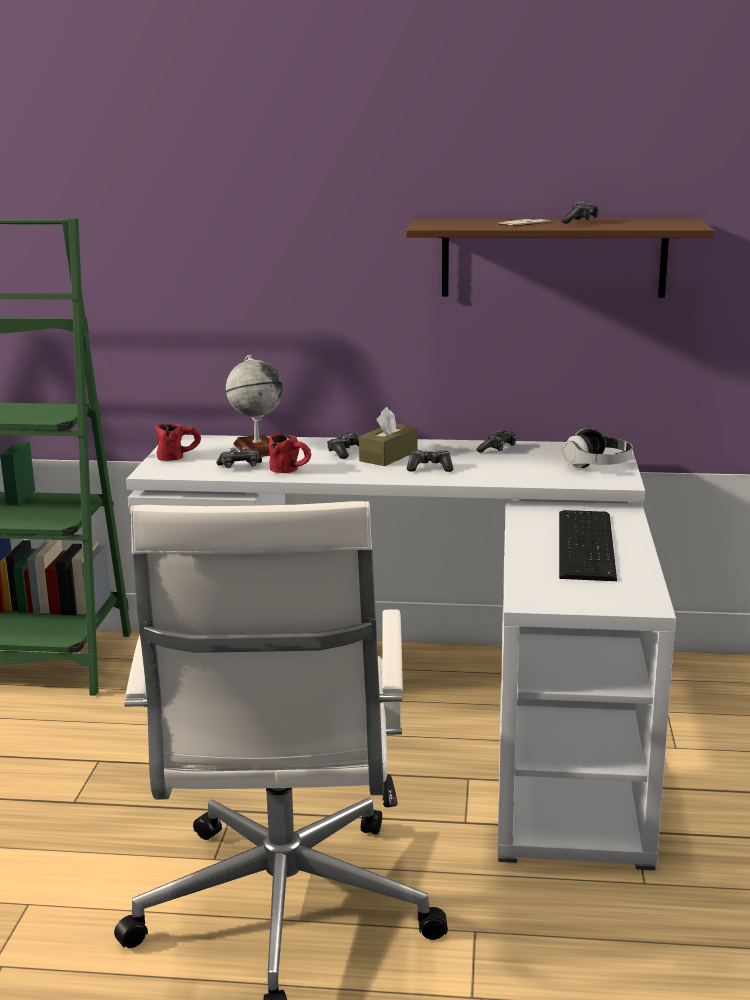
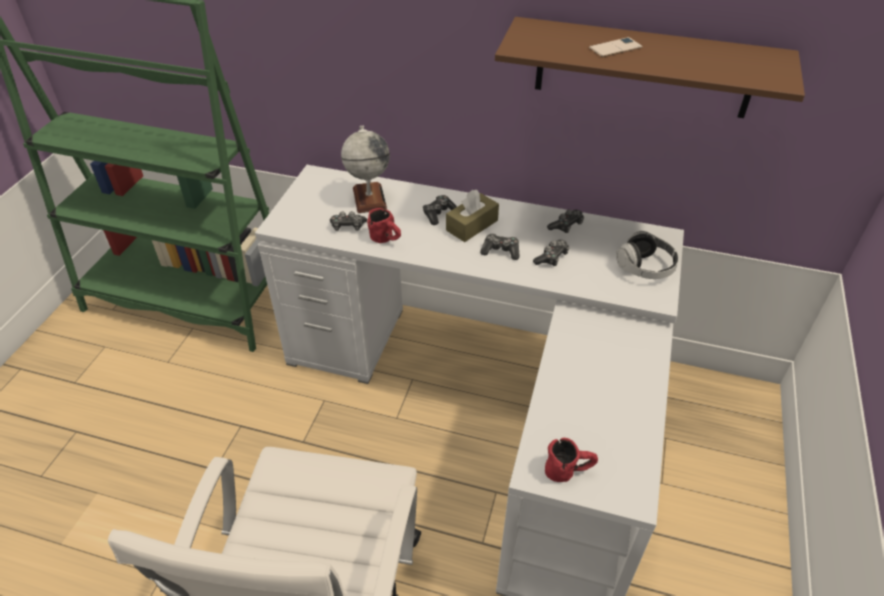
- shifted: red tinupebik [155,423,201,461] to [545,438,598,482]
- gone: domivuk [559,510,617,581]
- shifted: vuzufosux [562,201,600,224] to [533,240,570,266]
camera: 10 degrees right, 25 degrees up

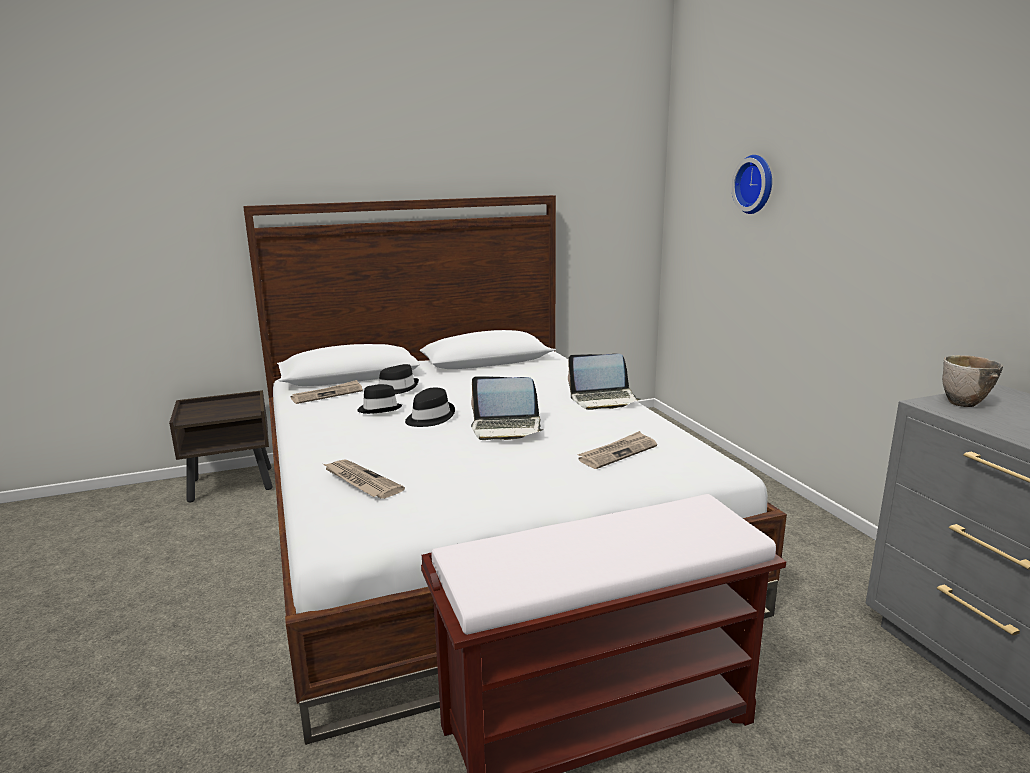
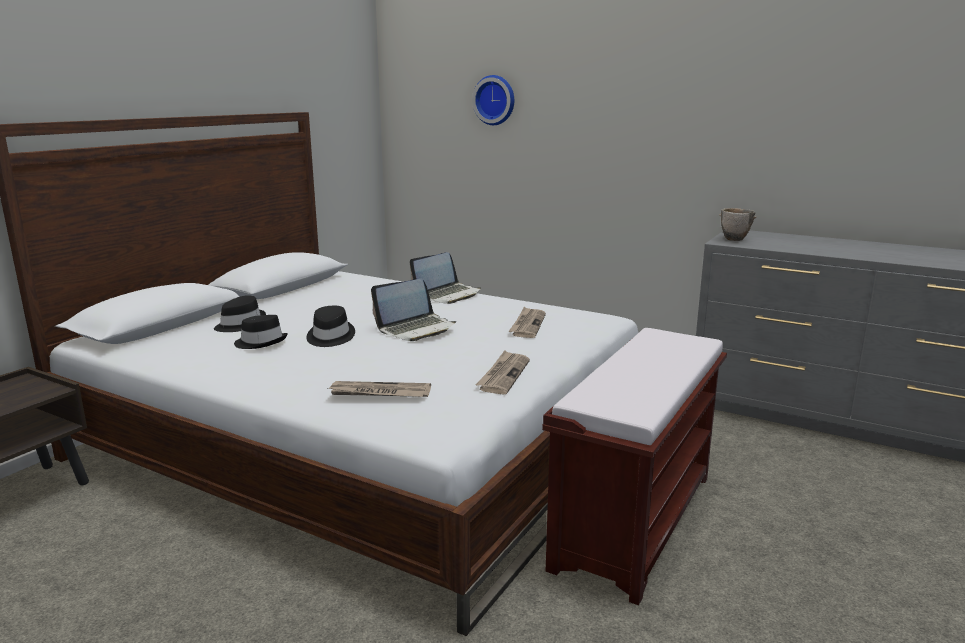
- shifted: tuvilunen [290,380,363,404] to [476,350,530,394]
camera: 40 degrees left, 0 degrees up

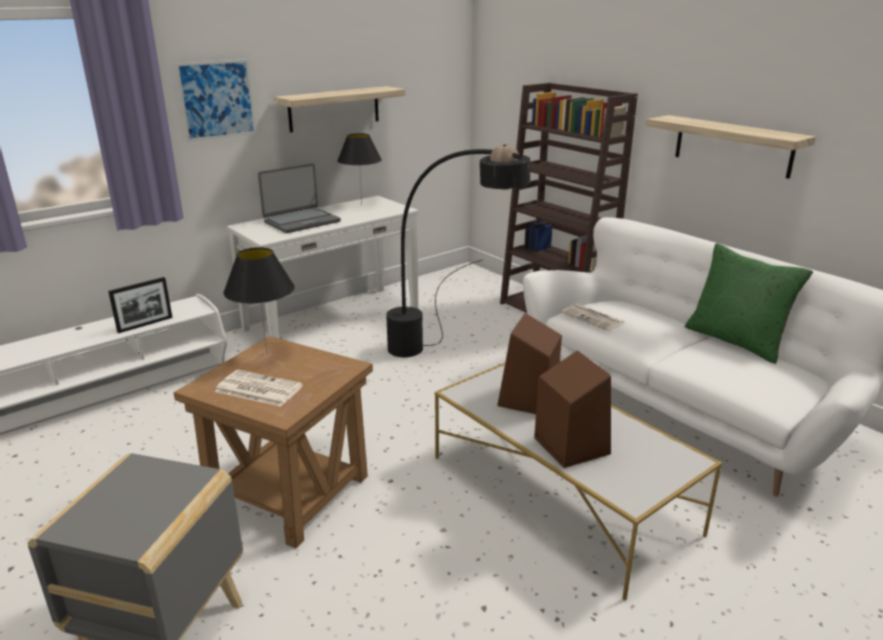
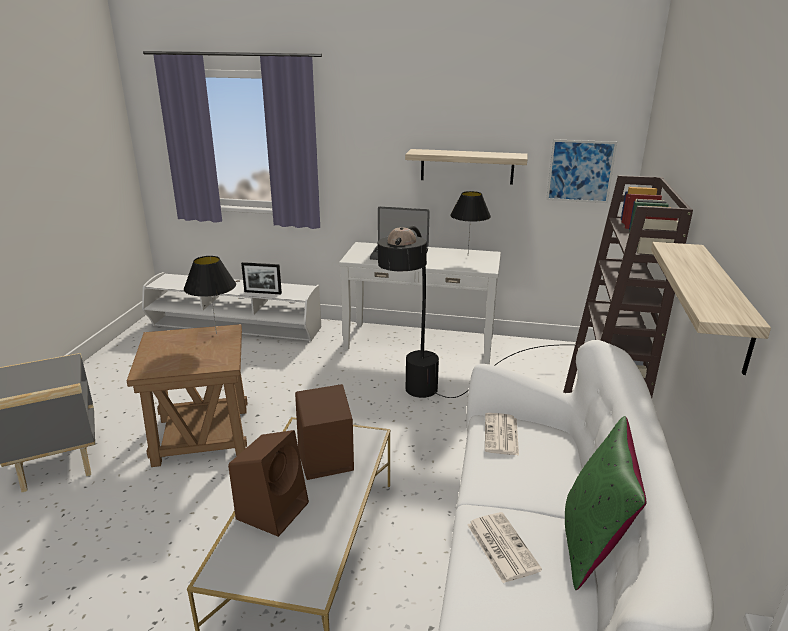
- shifted: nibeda [175,59,256,142] to [546,139,617,203]
- shifted: tuvilunen [215,370,303,407] to [467,512,542,583]
camera: 50 degrees right, 0 degrees up

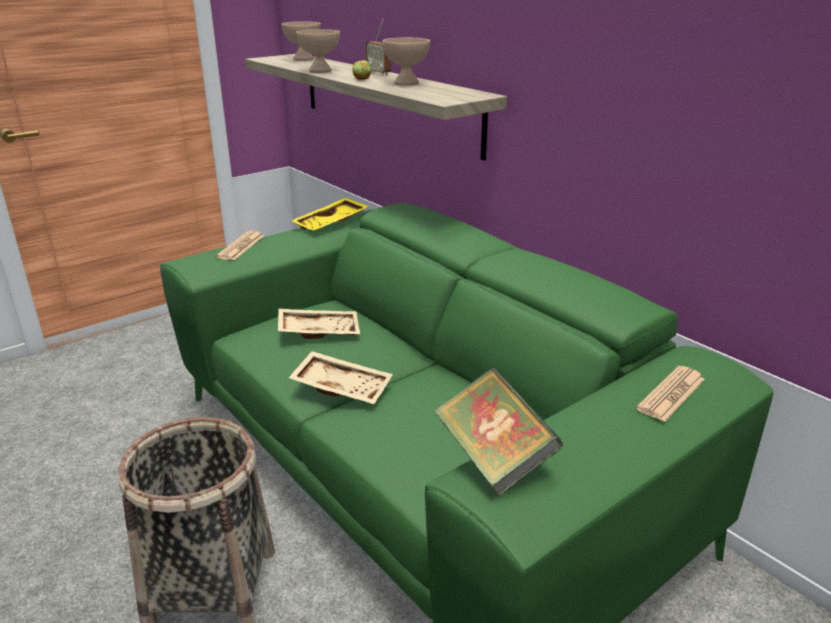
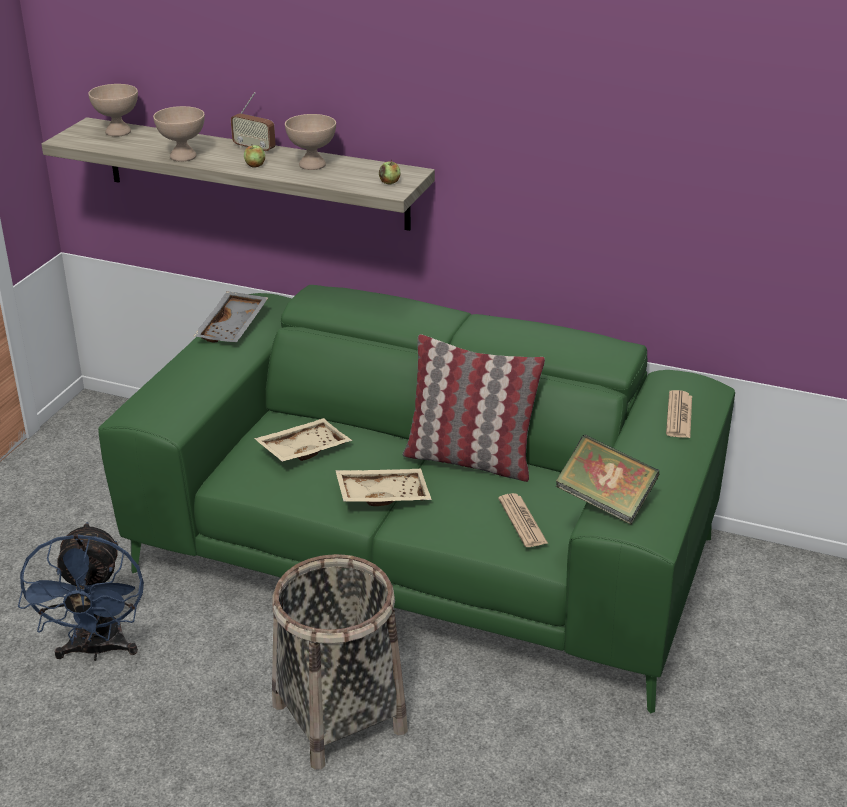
- shifted: tuvilunen [216,231,264,260] to [498,493,548,547]
- repainted: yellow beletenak [292,198,369,231] to grey beletenak [194,291,269,343]
- new: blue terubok [18,522,144,661]
- new: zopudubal [379,159,401,184]
- new: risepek [402,334,545,482]
camera: 30 degrees left, 5 degrees up

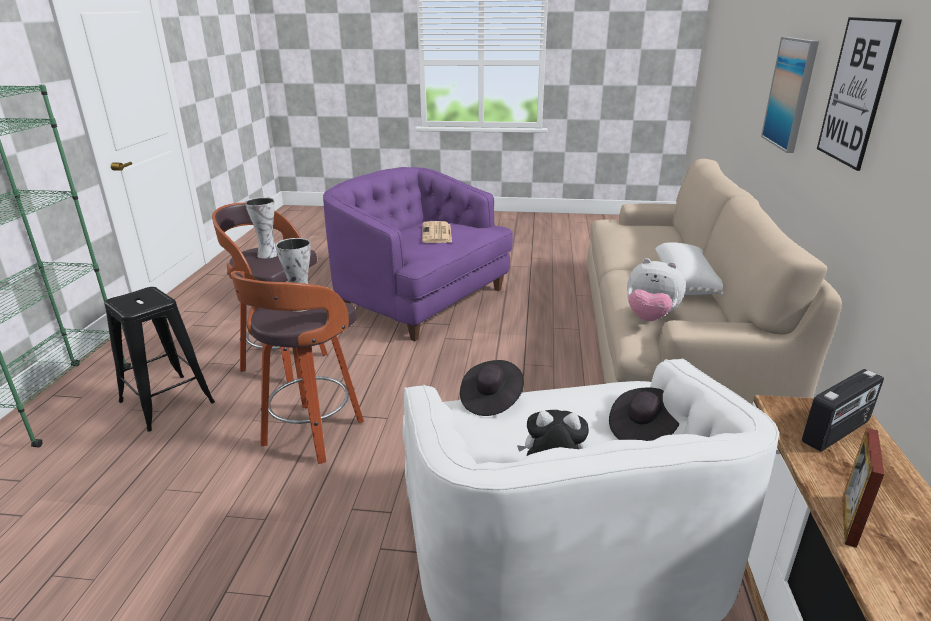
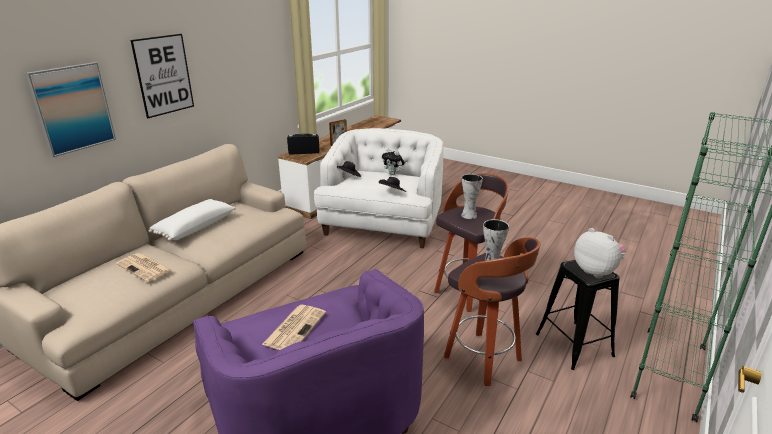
- shifted: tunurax [627,258,685,321] to [574,228,626,278]
- new: tuvilunen [116,253,172,282]
camera: 155 degrees left, 0 degrees up

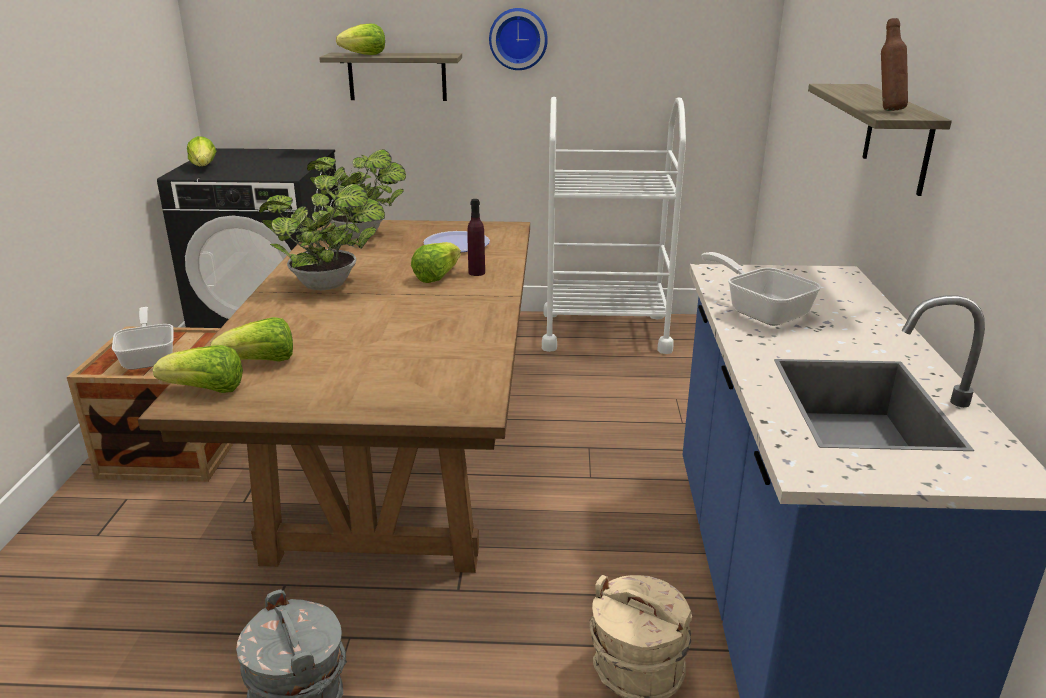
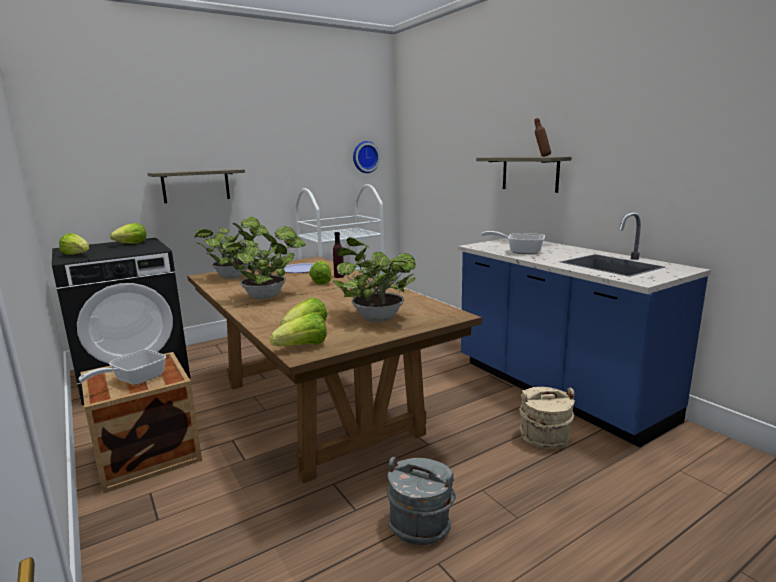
- rotated: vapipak [112,307,174,370] = [78,350,166,385] 90 degrees counterclockwise
- shifted: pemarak [336,24,385,55] to [110,223,146,244]
- shifted: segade [489,8,548,70] to [353,141,380,173]
- new: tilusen [333,237,416,322]
camera: 35 degrees left, 10 degrees down

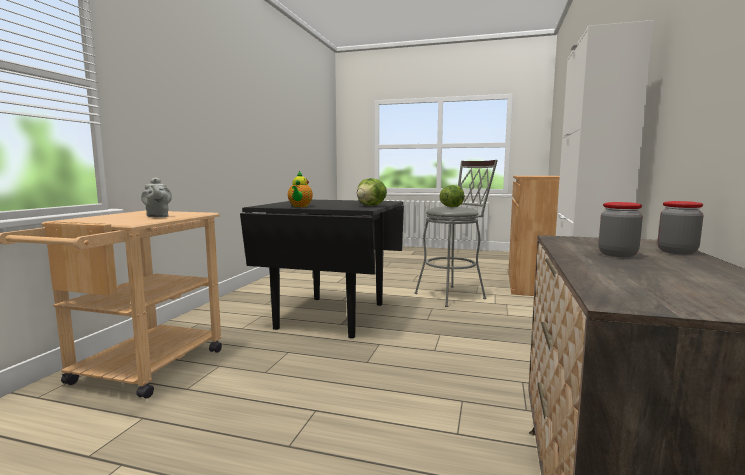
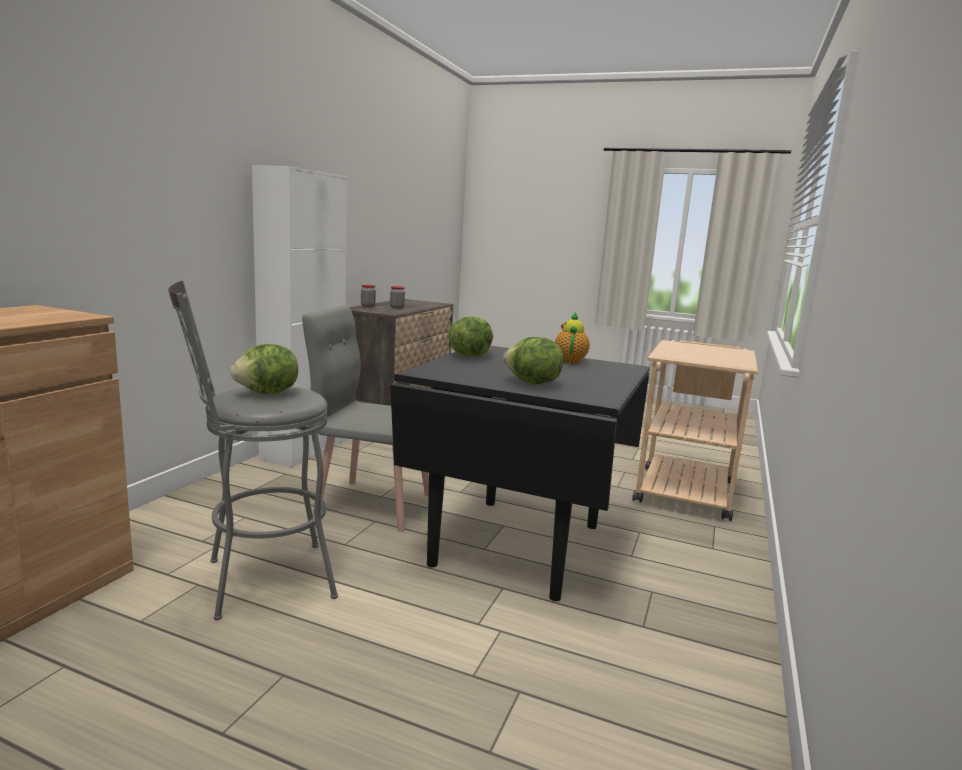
- gone: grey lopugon [141,177,172,217]
- new: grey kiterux [302,305,429,531]
- new: pemarak [503,337,563,384]
camera: 175 degrees left, 5 degrees up

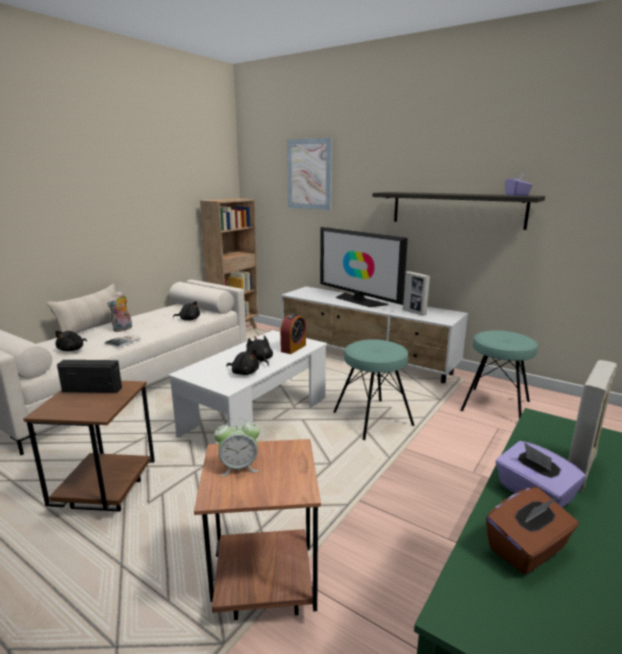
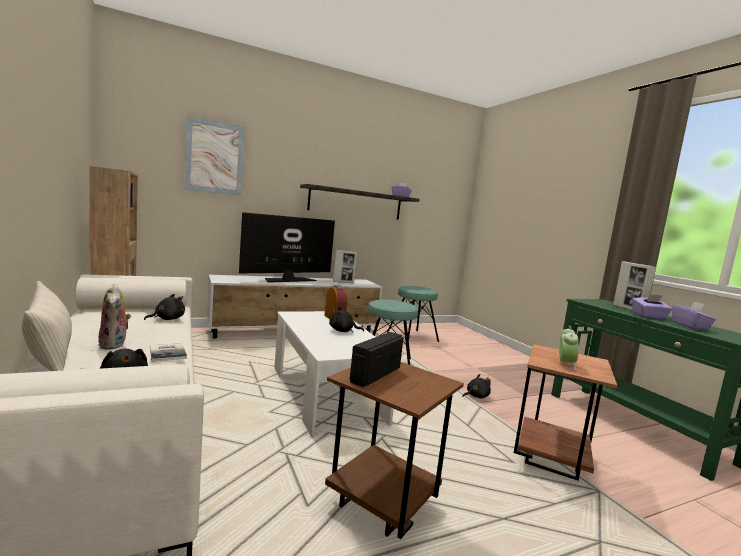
- shifted: black tunurax [226,350,259,375] to [462,374,491,399]
- rotated: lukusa [320,227,408,307] = [239,212,335,283] 150 degrees clockwise
- repainted: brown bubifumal [486,487,579,574] to purple bubifumal [672,301,716,331]
camera: 60 degrees left, 10 degrees down

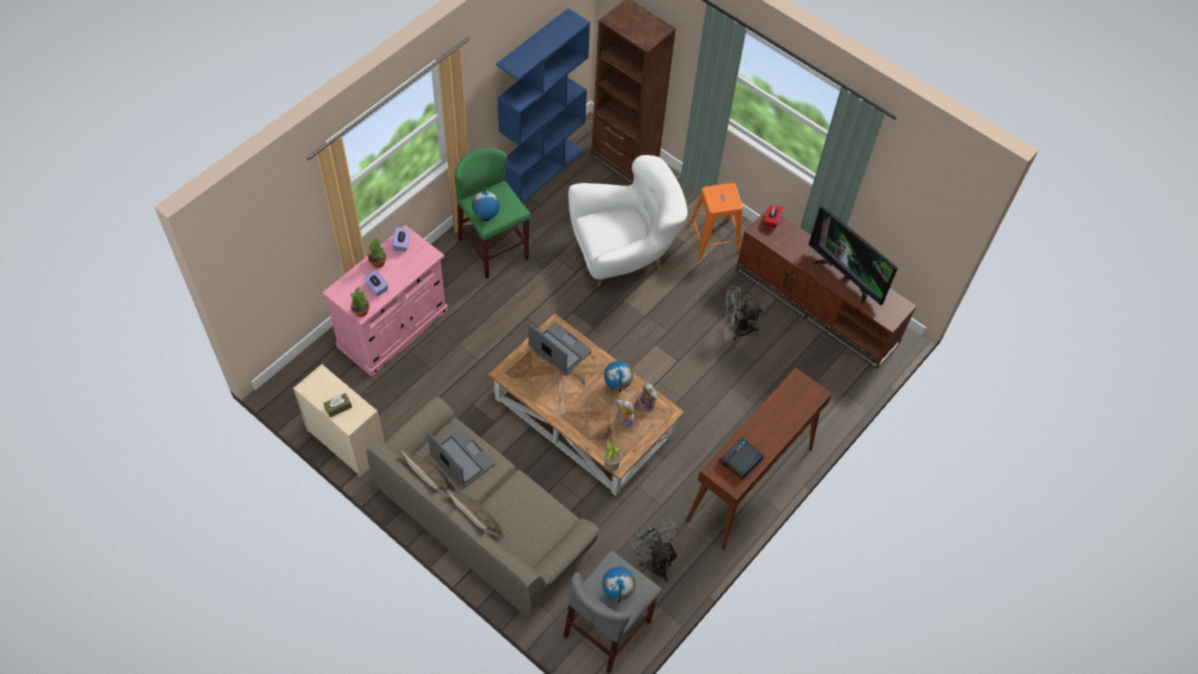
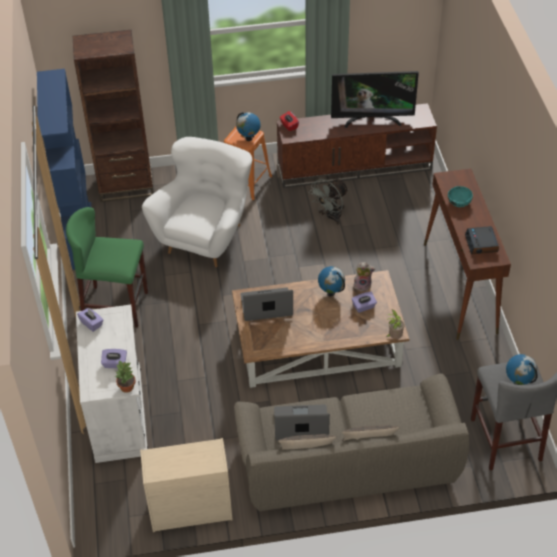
- repainted: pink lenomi [322,225,448,377] to white lenomi [76,305,148,463]
- gone: brown bubifumal [324,393,352,417]
- gone: tilusen [368,238,386,268]
- shifted: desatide [472,190,500,221] to [236,112,260,141]
- swapped: tunurax [616,400,635,427] to purple bubifumal [352,292,377,313]
- gone: grey terubok [630,518,678,582]
- new: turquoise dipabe [448,186,473,207]
camera: 45 degrees left, 10 degrees down

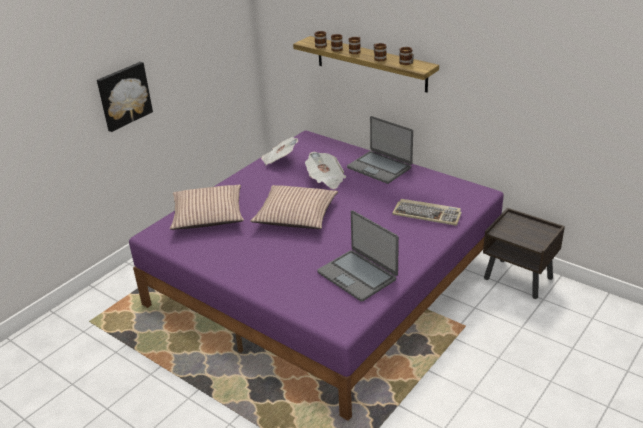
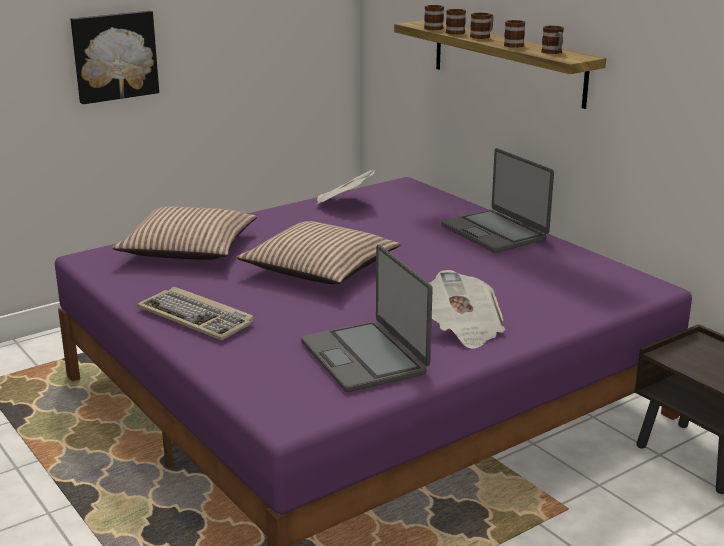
- shifted: tuvilunen [305,152,346,189] to [429,270,505,349]
- shifted: domivuk [392,199,462,226] to [137,287,254,340]
camera: 15 degrees right, 10 degrees down

